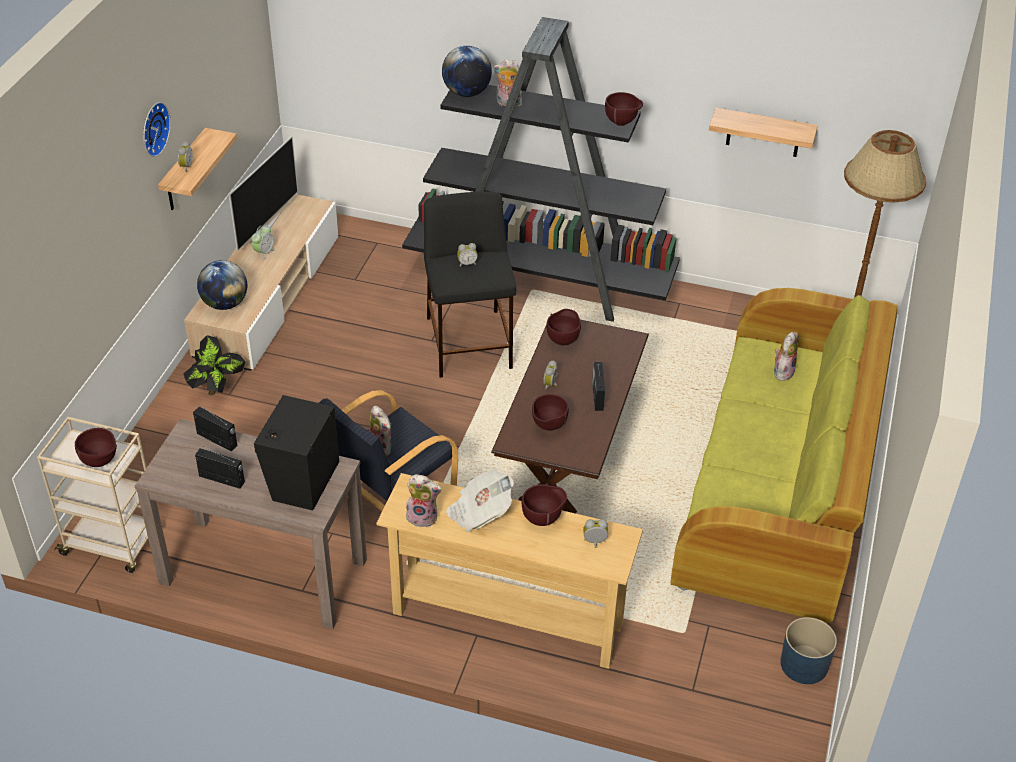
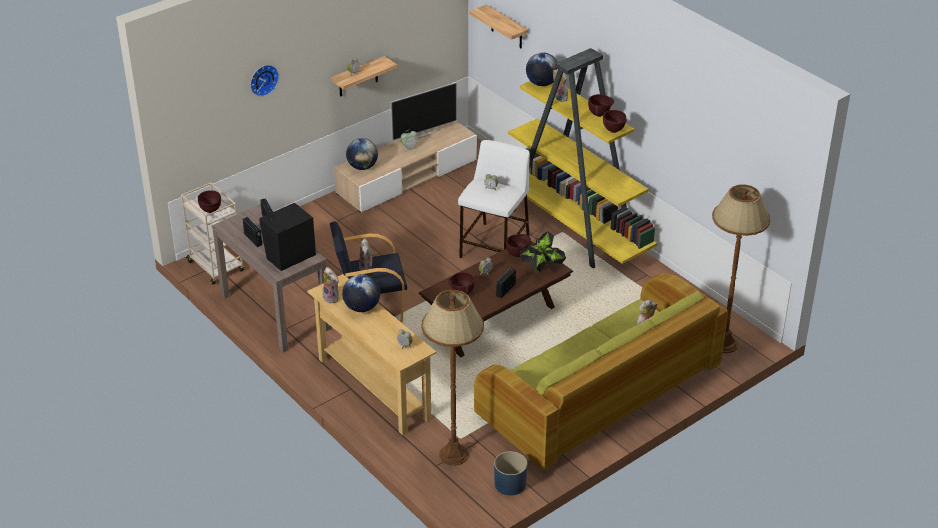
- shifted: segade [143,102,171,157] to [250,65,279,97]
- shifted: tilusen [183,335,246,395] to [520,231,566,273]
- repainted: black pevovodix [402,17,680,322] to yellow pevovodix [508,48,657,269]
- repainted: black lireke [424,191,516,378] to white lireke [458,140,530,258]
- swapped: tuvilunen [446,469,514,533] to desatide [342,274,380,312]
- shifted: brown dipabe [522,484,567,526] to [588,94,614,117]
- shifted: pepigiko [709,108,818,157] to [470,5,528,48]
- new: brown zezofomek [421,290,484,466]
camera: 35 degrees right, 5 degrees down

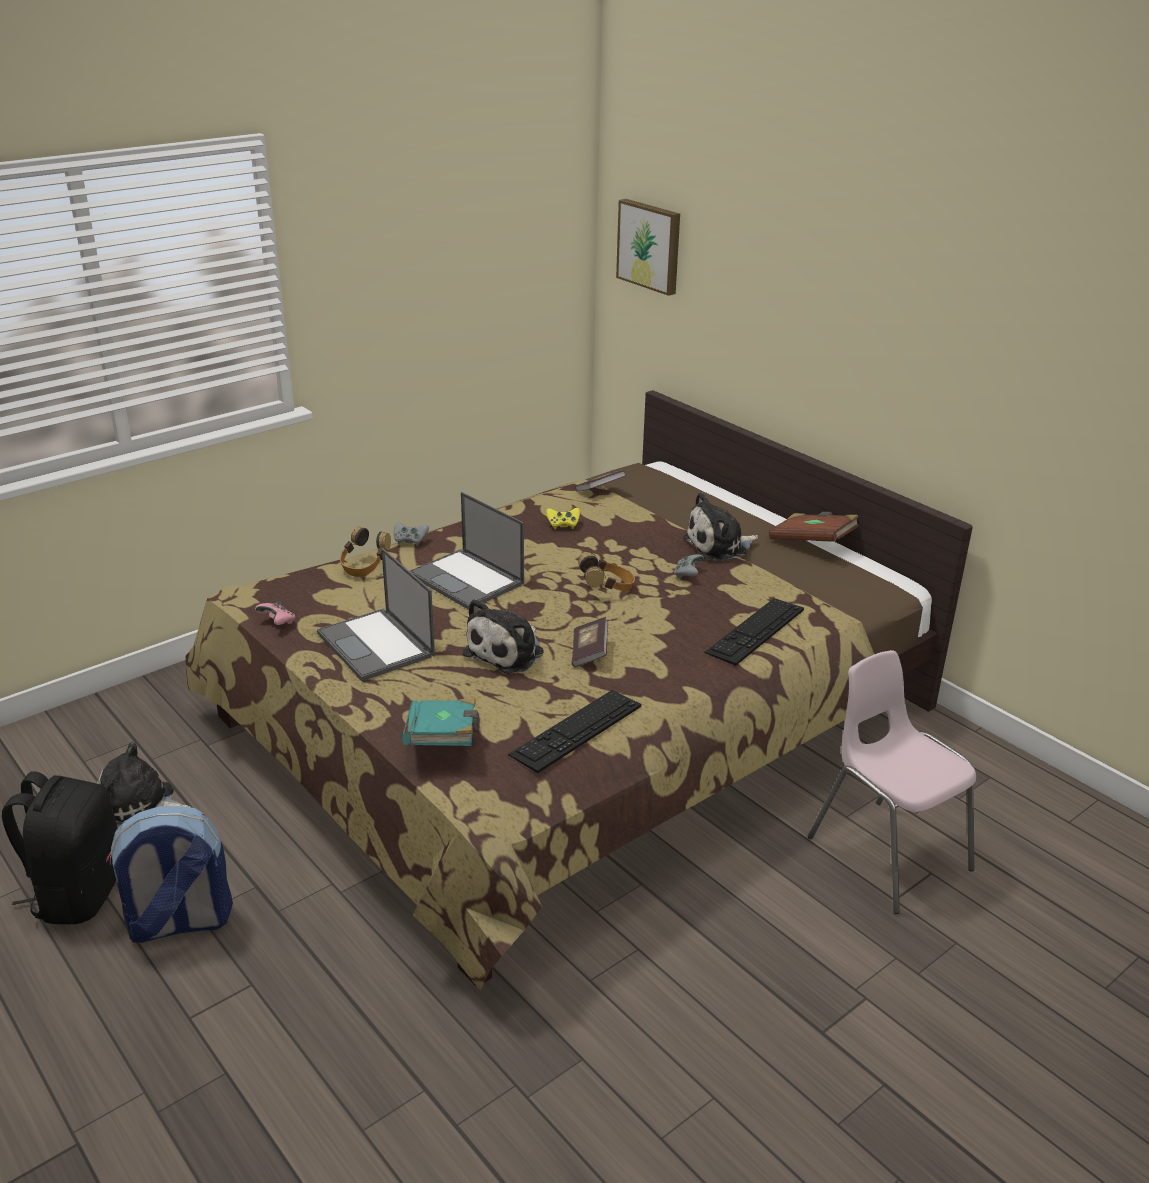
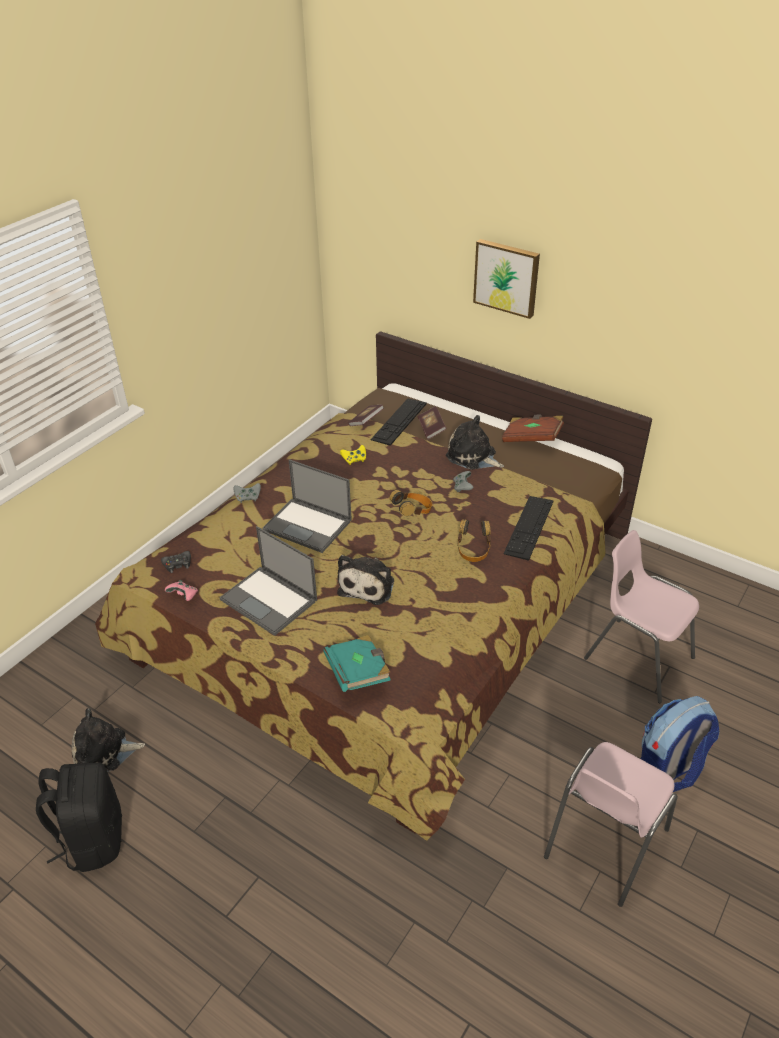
- shifted: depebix [106,806,233,943] to [640,696,720,792]
- shifted: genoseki [340,527,391,577] to [457,519,491,562]
- shifted: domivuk [508,690,641,773] to [371,399,427,446]
- shifted: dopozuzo [572,617,608,667] to [418,406,446,439]
- shifted: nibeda [616,199,680,296] to [473,239,540,319]
- rotated: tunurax [683,492,758,561] = [446,415,504,470] 75 degrees clockwise
- new: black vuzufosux [161,551,191,573]
- new: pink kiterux [544,742,678,907]
camera: 15 degrees left, 10 degrees up

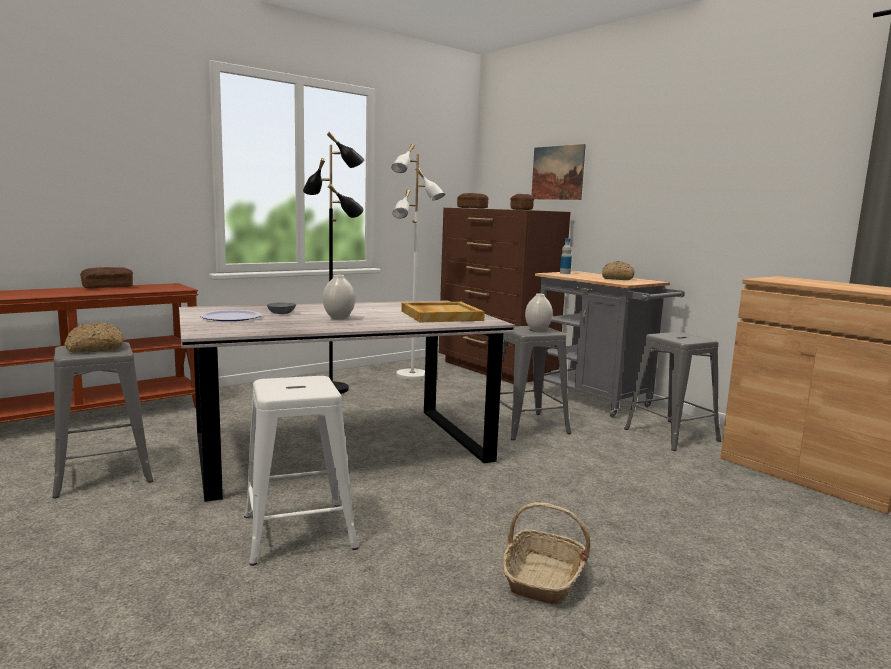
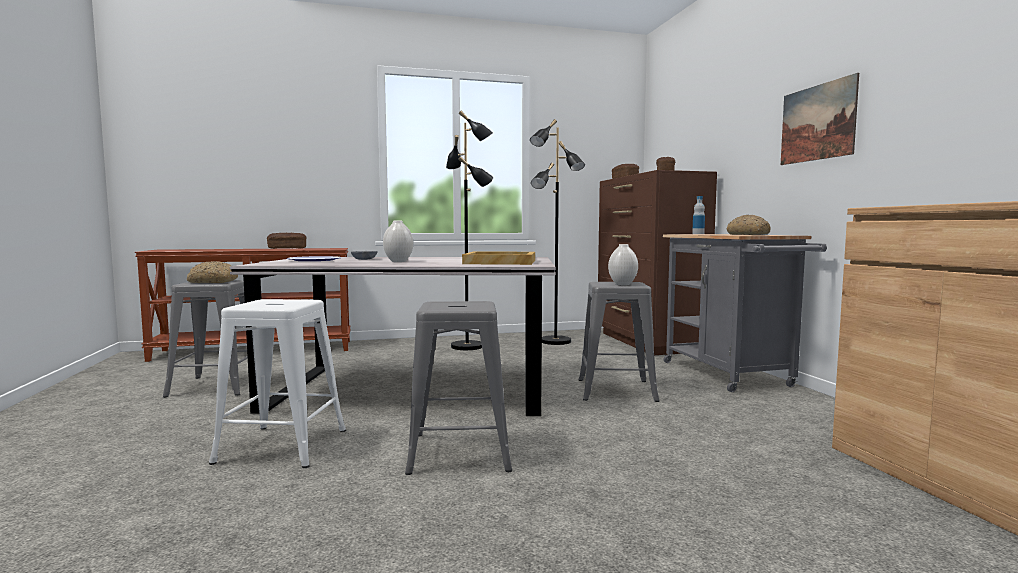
- repainted: white zezofomek [391,144,445,380] to black zezofomek [530,119,585,345]
- gone: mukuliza [503,502,590,605]
- shifted: nibeda [532,144,586,200] to [781,73,859,165]
- shifted: grey lireke [624,332,721,451] to [405,301,512,475]
camera: 25 degrees right, 5 degrees down

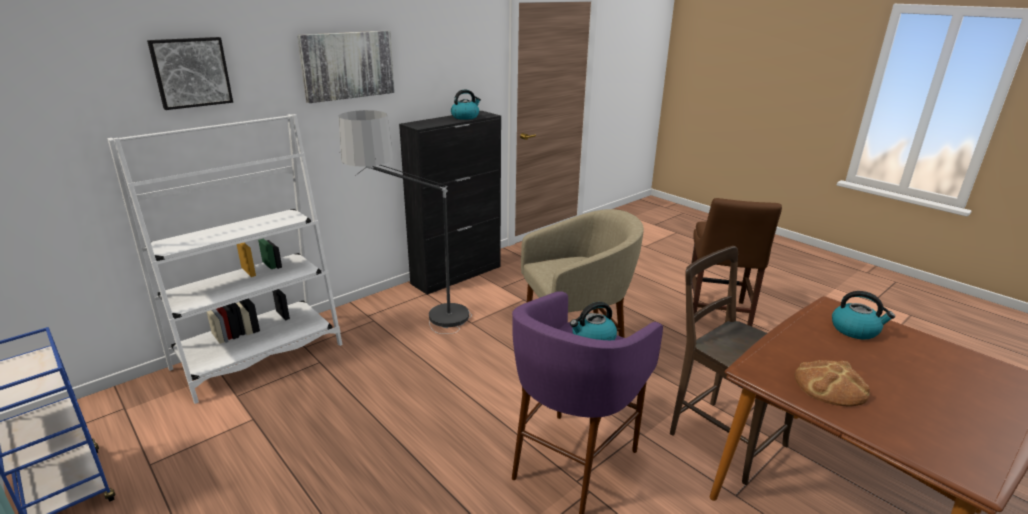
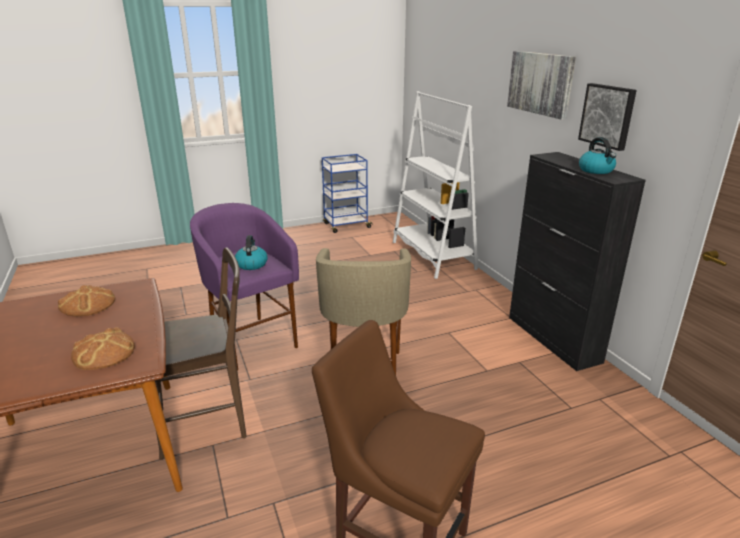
- shifted: nibeda [147,37,233,110] to [578,83,637,151]
- gone: zezofomek [339,110,472,334]
- swapped: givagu [832,291,895,340] to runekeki [71,327,135,370]
camera: 110 degrees right, 0 degrees up

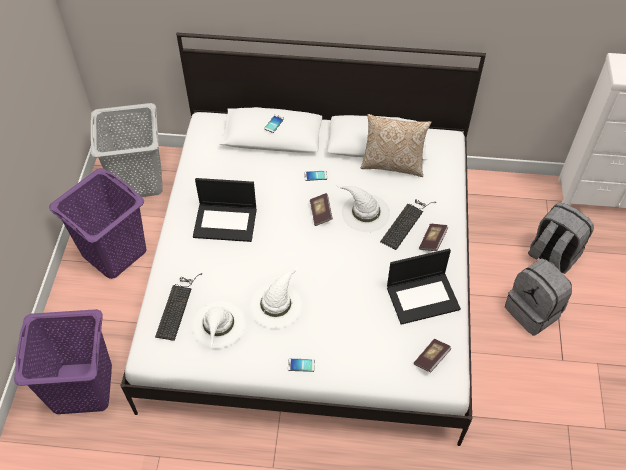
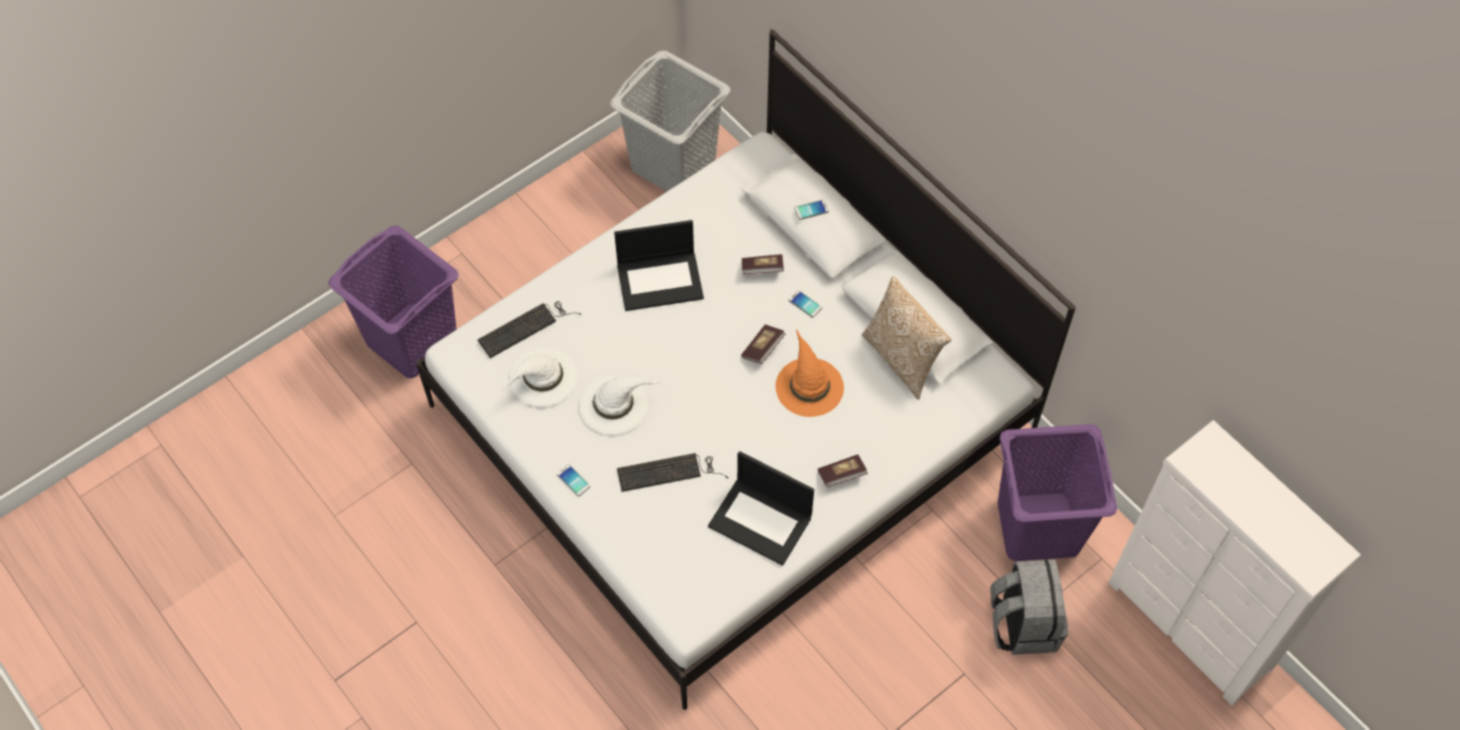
- shifted: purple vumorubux [49,168,146,279] to [998,424,1117,561]
- rotated: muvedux [193,178,257,242] = [614,220,704,311] 60 degrees counterclockwise
- repainted: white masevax [336,185,390,232] to orange masevax [776,330,844,417]
- shifted: domivuk [380,199,436,250] to [617,453,728,492]
- shifted: dopozuzo [414,339,452,373] to [742,254,784,274]
- gone: grey depebix [505,258,572,335]
camera: 45 degrees right, 5 degrees up

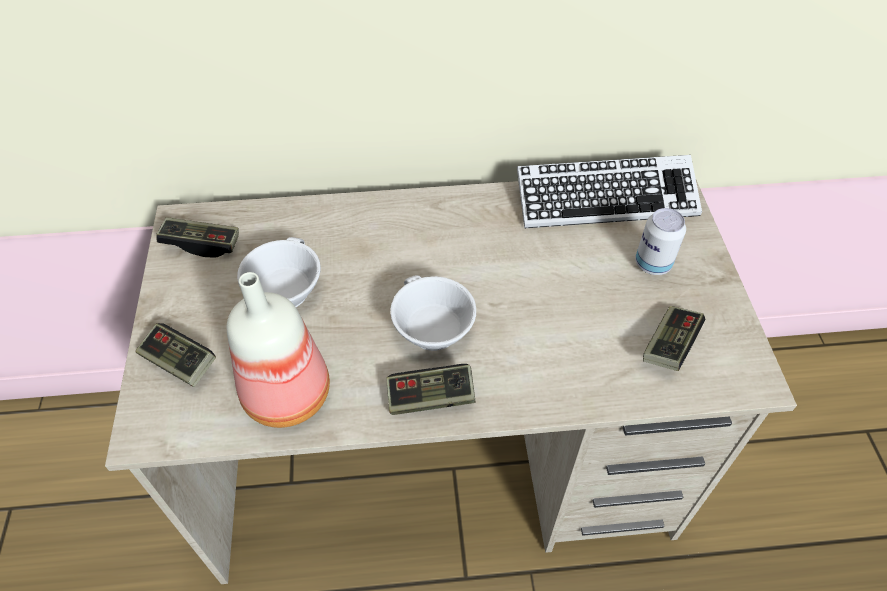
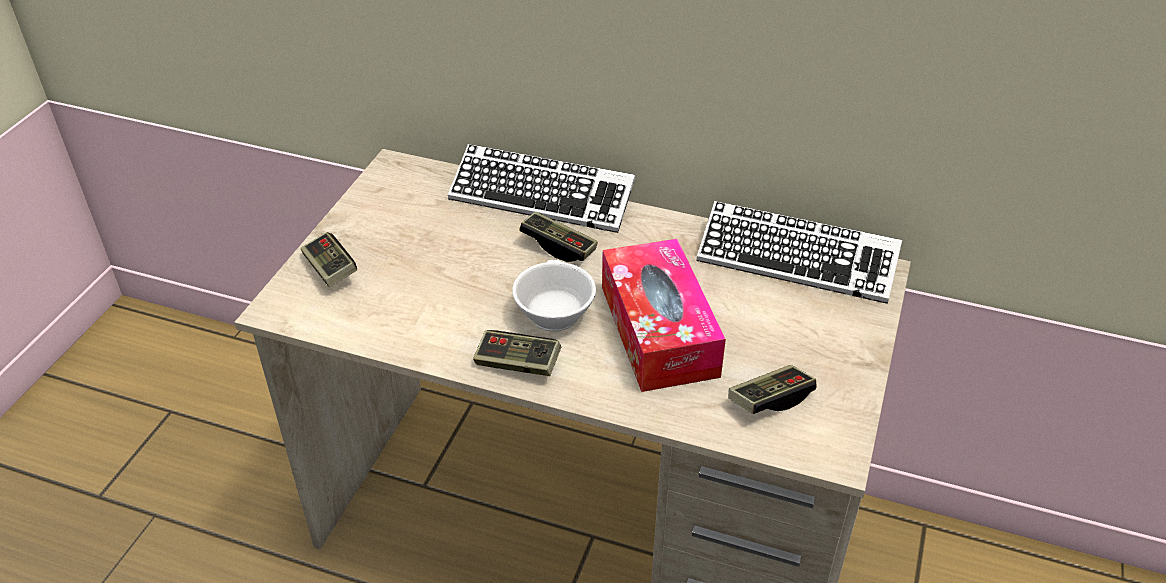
- shifted: vuzufosux [156,217,239,258] to [519,212,598,262]
- gone: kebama [227,272,330,428]
- gone: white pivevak [237,237,321,307]
- gone: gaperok [635,208,686,275]
- new: domivuk [448,144,635,233]
- new: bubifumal [602,239,726,392]
camera: 25 degrees right, 10 degrees down

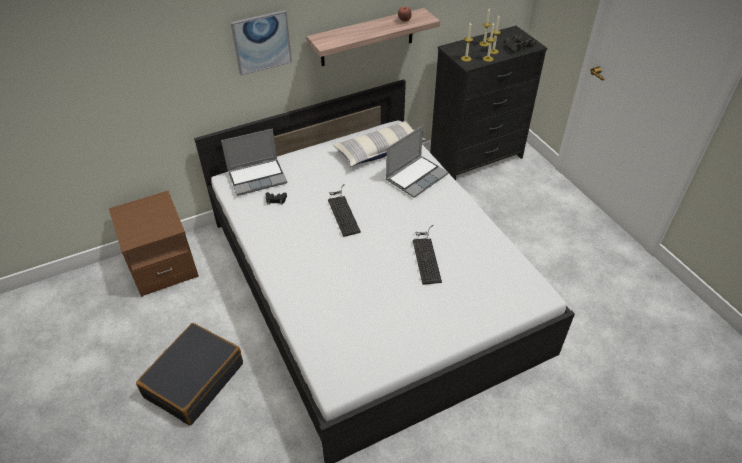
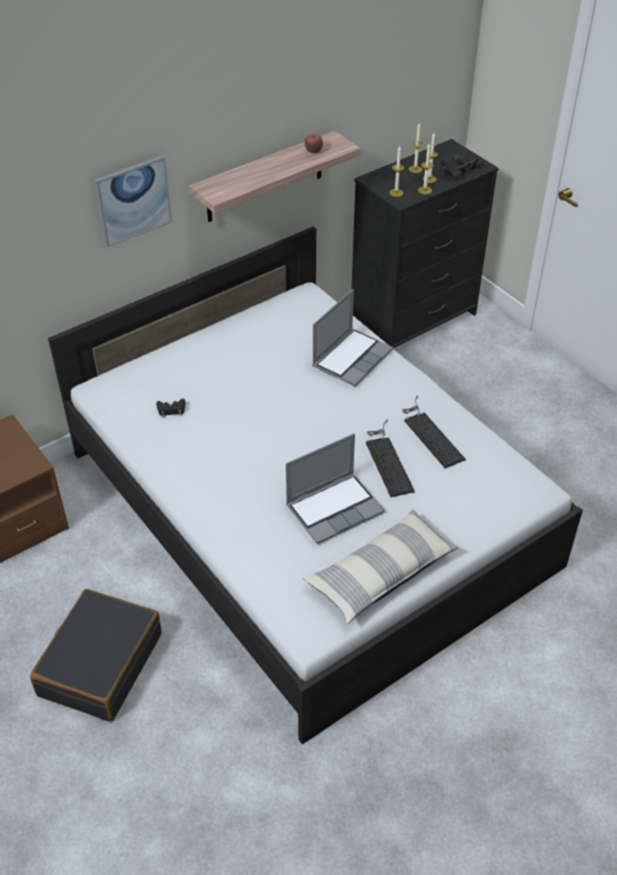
- shifted: muvedux [221,129,287,196] to [286,433,385,545]
- shifted: domivuk [328,184,361,237] to [402,396,466,468]
- shifted: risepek [333,120,426,167] to [303,509,459,624]
camera: 10 degrees left, 0 degrees up

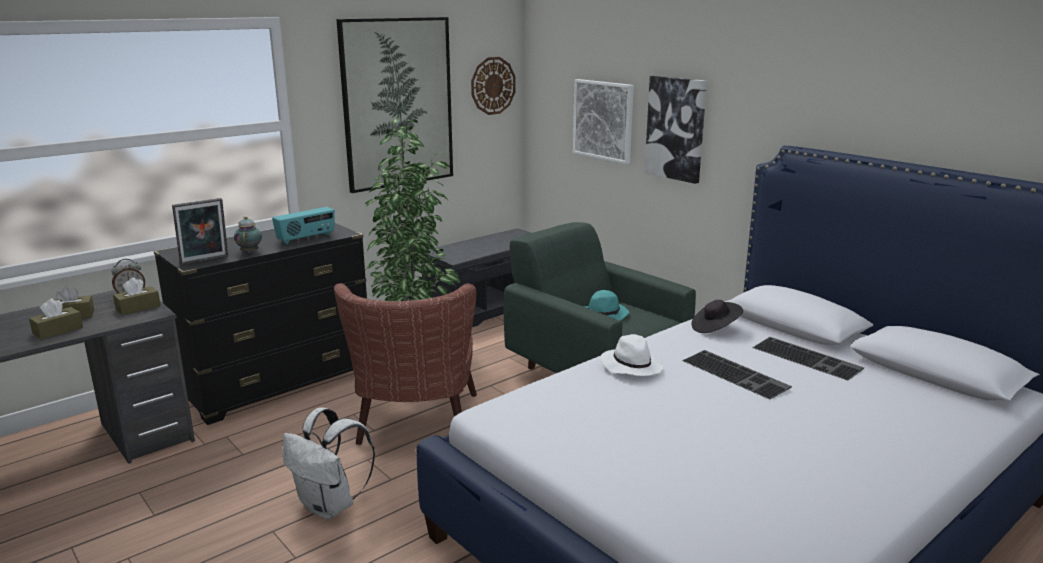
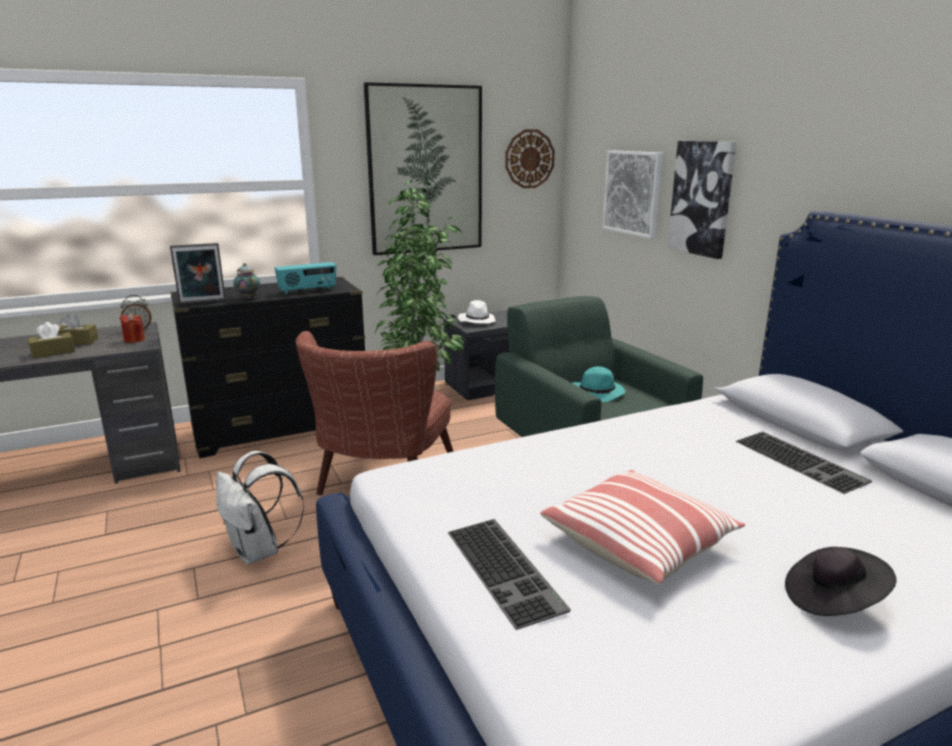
- swapped: brown bubifumal [113,277,161,315] to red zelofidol [120,313,145,343]
- rotated: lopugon [234,216,262,253] = [233,263,260,299] 45 degrees counterclockwise
- shifted: white masevax [601,334,663,376] to [458,300,496,323]
- shifted: domivuk [682,350,792,400] to [448,519,571,630]
- shifted: black masevax [691,300,743,333] to [785,547,897,616]
- new: risepek [540,470,745,584]
camera: 15 degrees right, 0 degrees up

